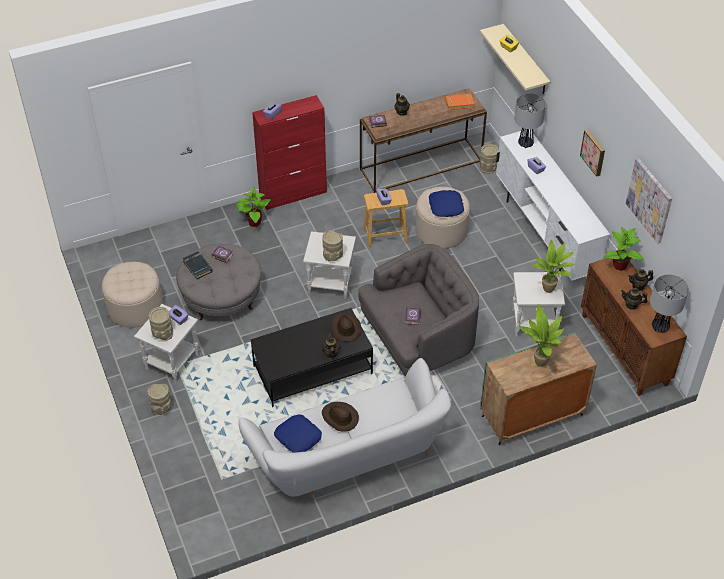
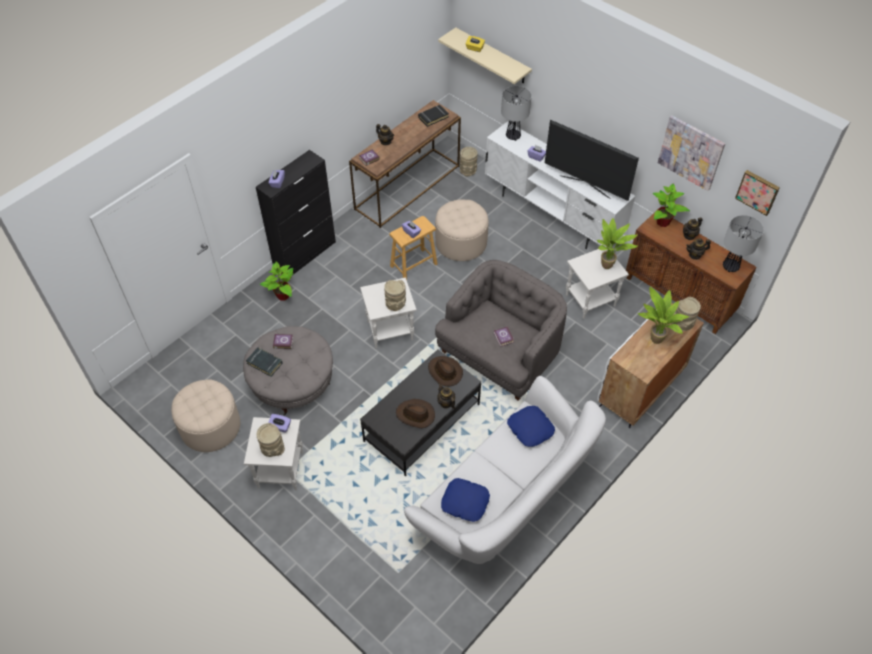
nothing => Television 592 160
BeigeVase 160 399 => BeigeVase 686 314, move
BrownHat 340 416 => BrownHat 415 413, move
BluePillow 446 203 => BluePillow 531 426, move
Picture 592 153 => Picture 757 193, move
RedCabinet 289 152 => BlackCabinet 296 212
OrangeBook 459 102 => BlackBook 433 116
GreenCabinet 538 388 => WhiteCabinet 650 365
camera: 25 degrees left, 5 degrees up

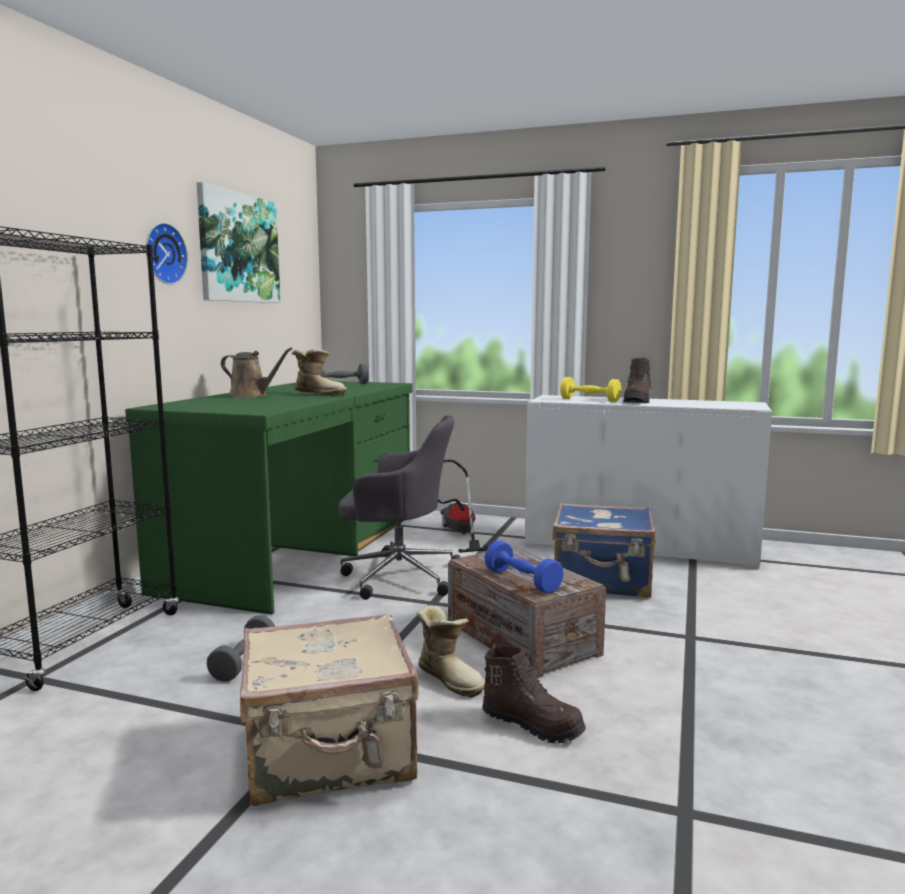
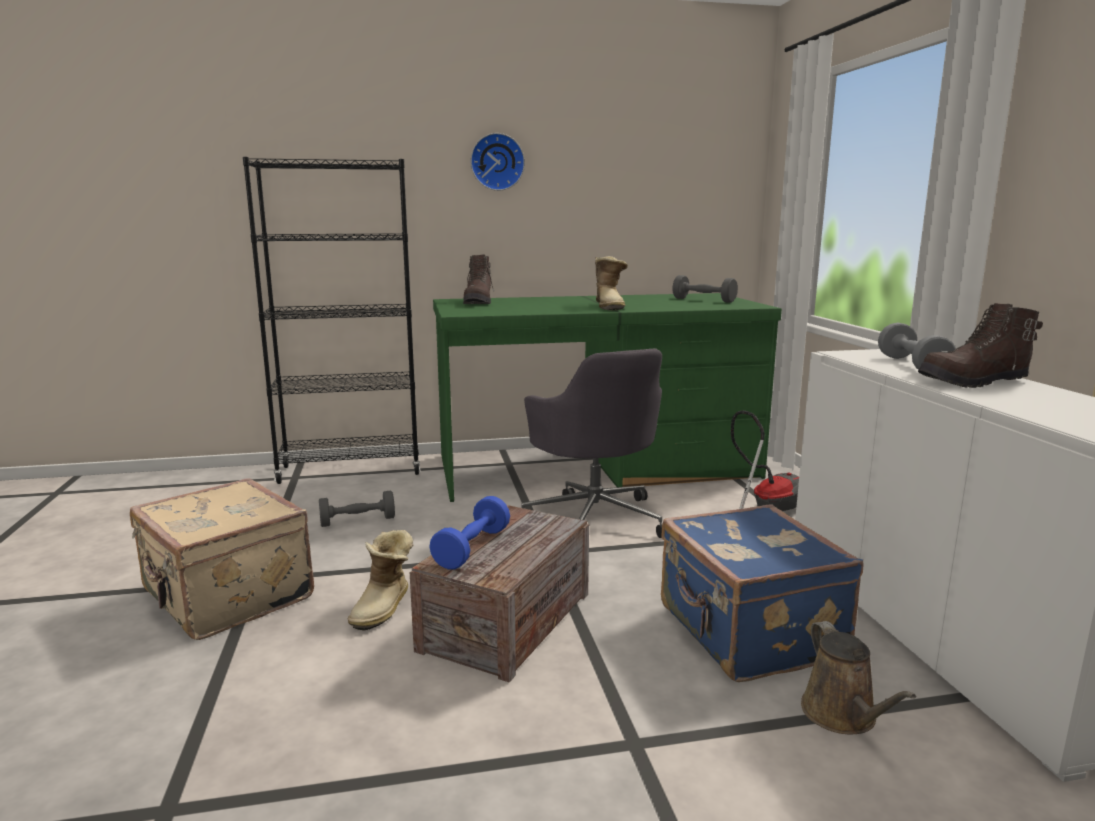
Picture 238 242 => nothing
BrownWateringCan 257 372 => BrownWateringCan 858 677, move
BrownBoot 534 694 => BrownBoot 478 279, move
YellowDumbbell 590 389 => GreyDumbbell 917 346
camera: 60 degrees right, 5 degrees up

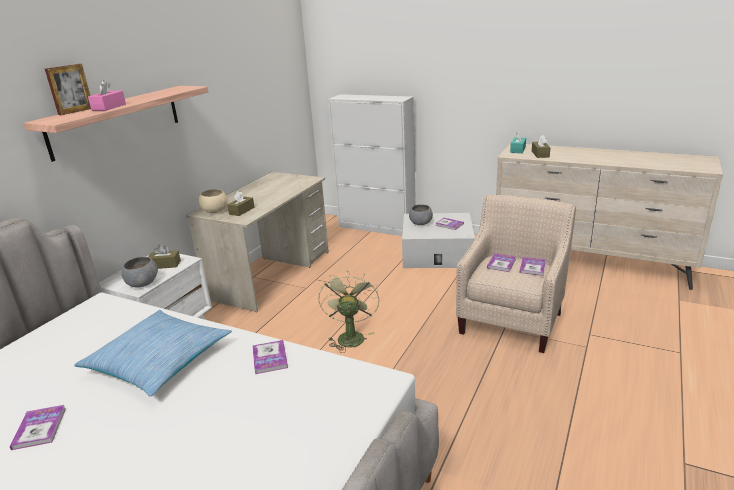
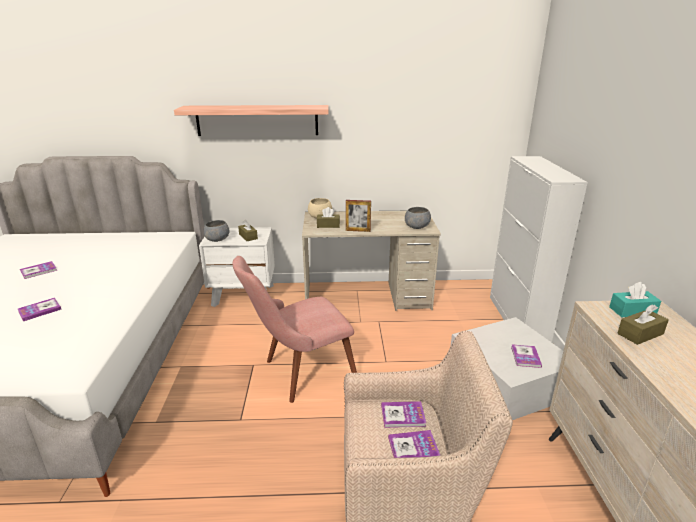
Pillow 153 353 => nothing
PinkTissueBox 107 95 => nothing
PictureFrame 68 89 => PictureFrame 358 216, move
Book 270 357 => Book 39 309, move
GreyBowl 421 215 => GreyBowl 418 218, move
GreenFan 348 311 => PinkChair 295 329
camera: 60 degrees right, 0 degrees up

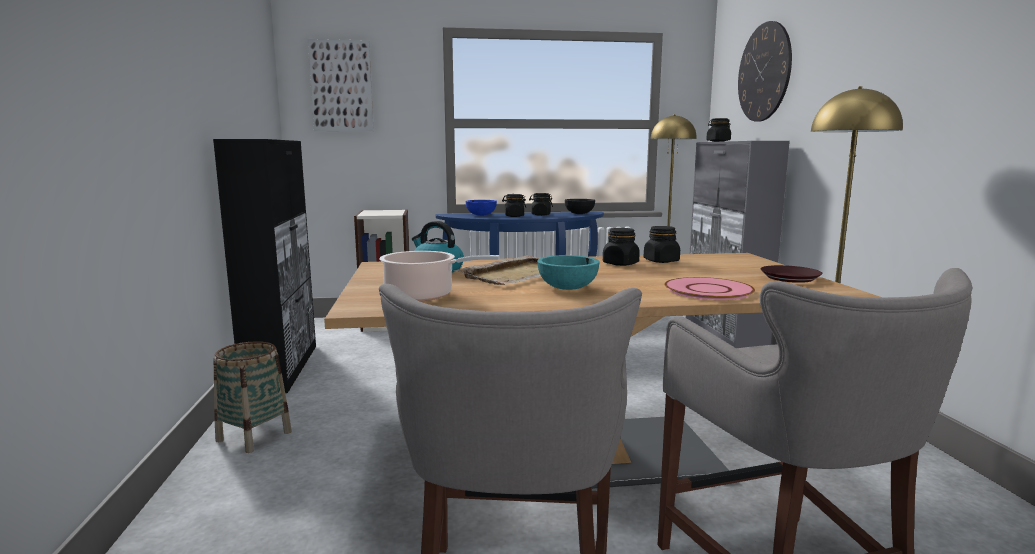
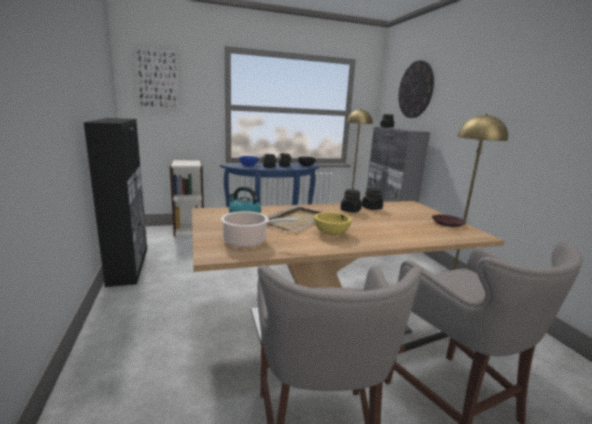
Basket 253 397 => nothing
PinkPlate 709 288 => nothing
TurquoiseBowl 568 272 => YellowBowl 333 223
camera: 10 degrees left, 5 degrees up

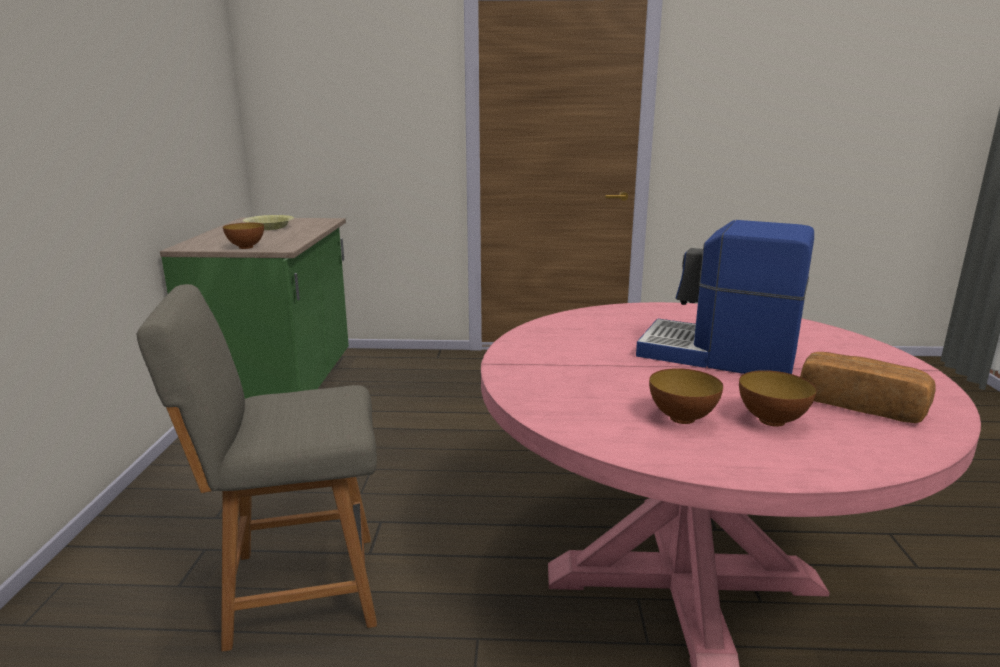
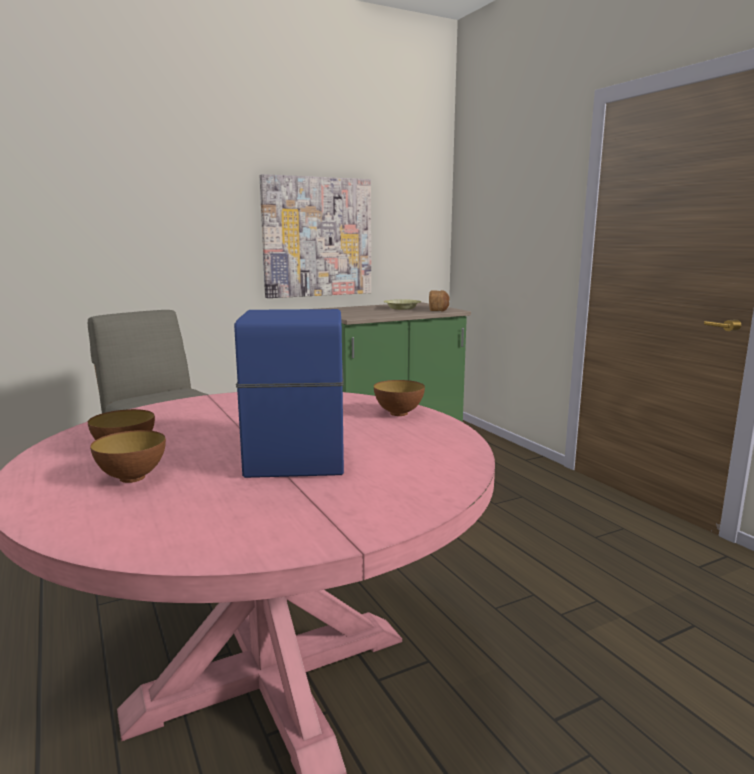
nothing => Picture 315 236
Bowl 243 236 => Bowl 399 398, move
Bread 868 387 => Bread 439 301, move
camera: 60 degrees right, 5 degrees down

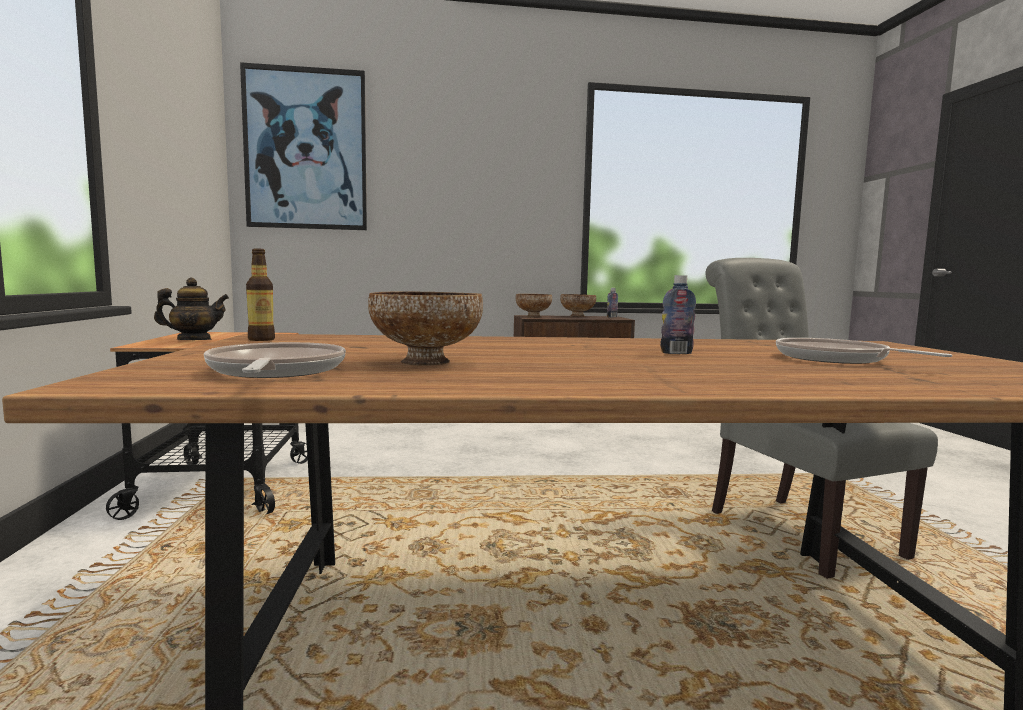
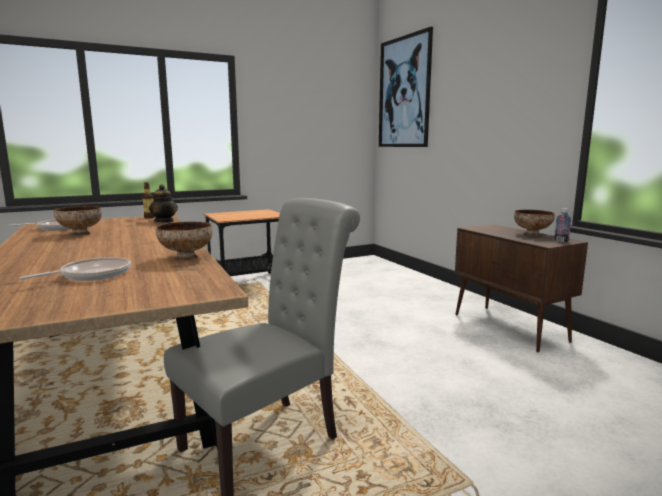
Bottle 678 314 => nothing
Teapot 191 309 => Teapot 163 203, move
Bowl 534 306 => Bowl 184 241, move
camera: 70 degrees right, 5 degrees up

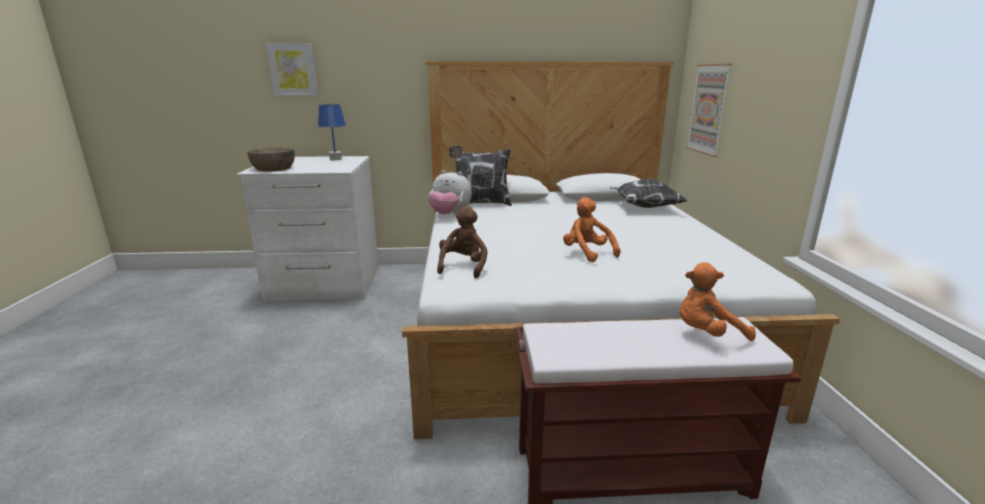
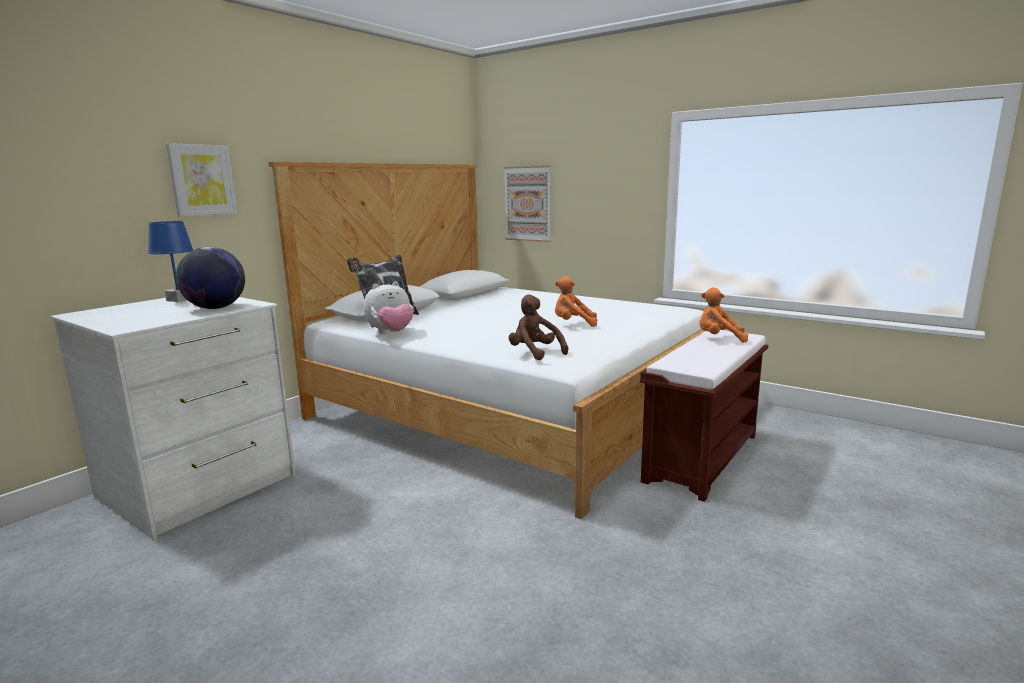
BrownBowl 271 159 => nothing
Pillow 649 193 => nothing
nothing => Globe 210 278
Picture 292 69 => Picture 201 180, move
OrangePlushToy 718 301 => OrangePlushToy 723 315, 75 degrees clockwise
camera: 50 degrees left, 5 degrees down

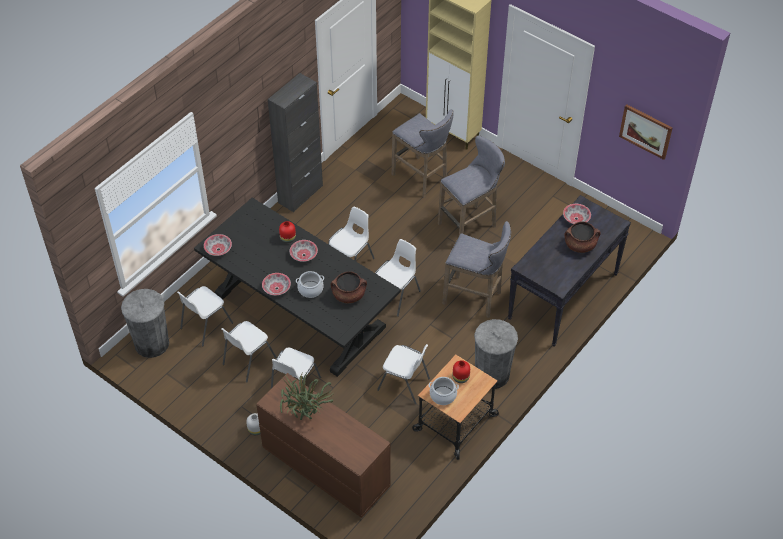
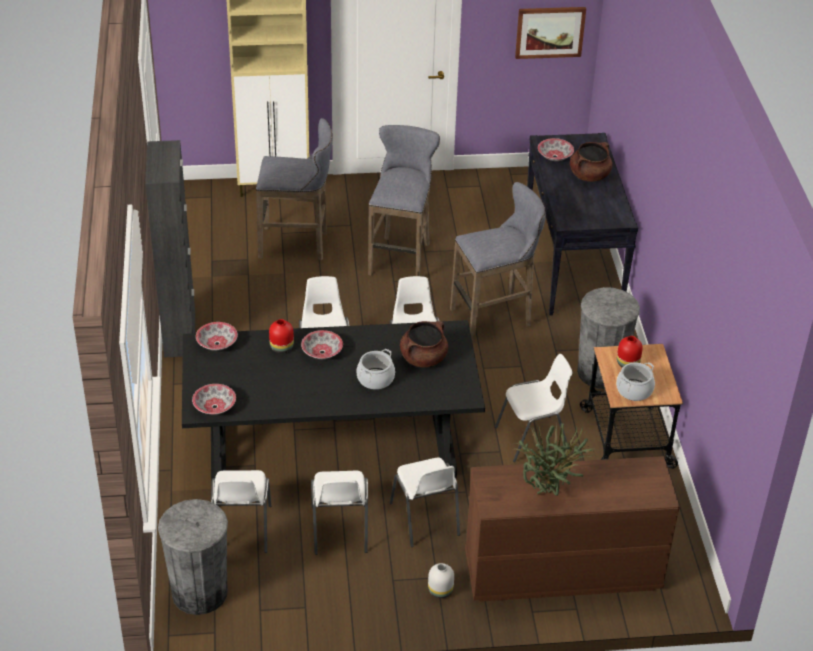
Bowl 276 284 => Bowl 217 336, move
camera: 45 degrees left, 10 degrees down

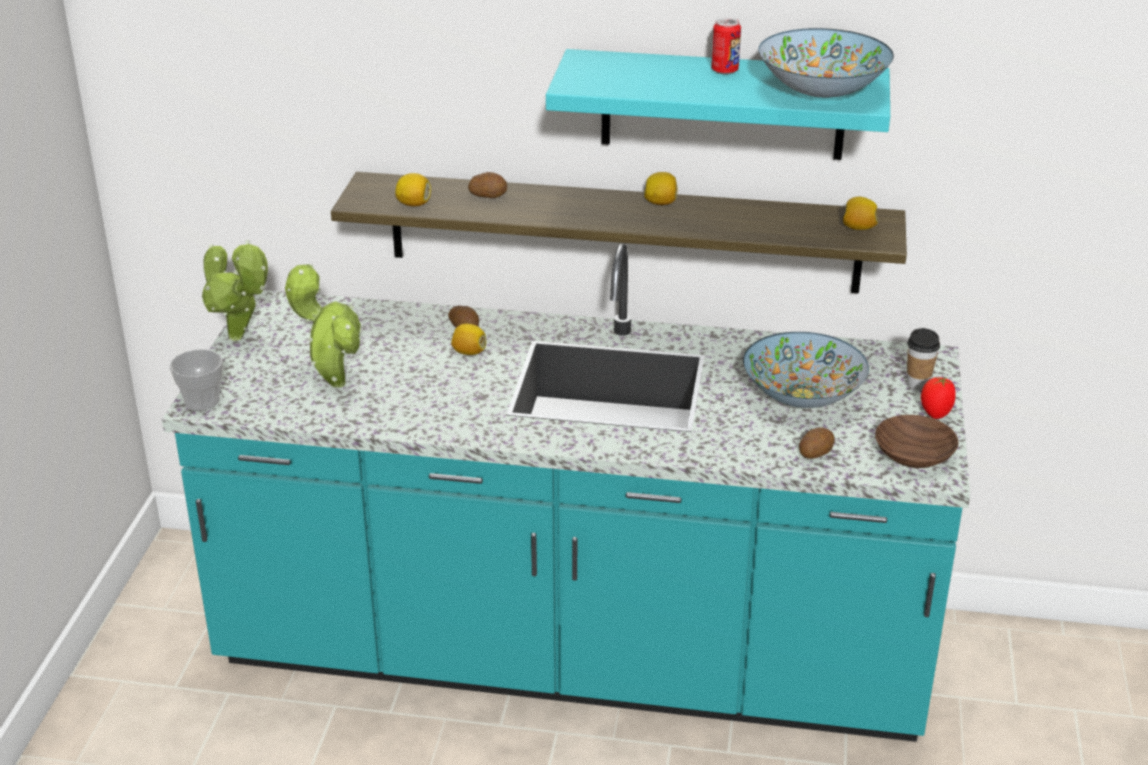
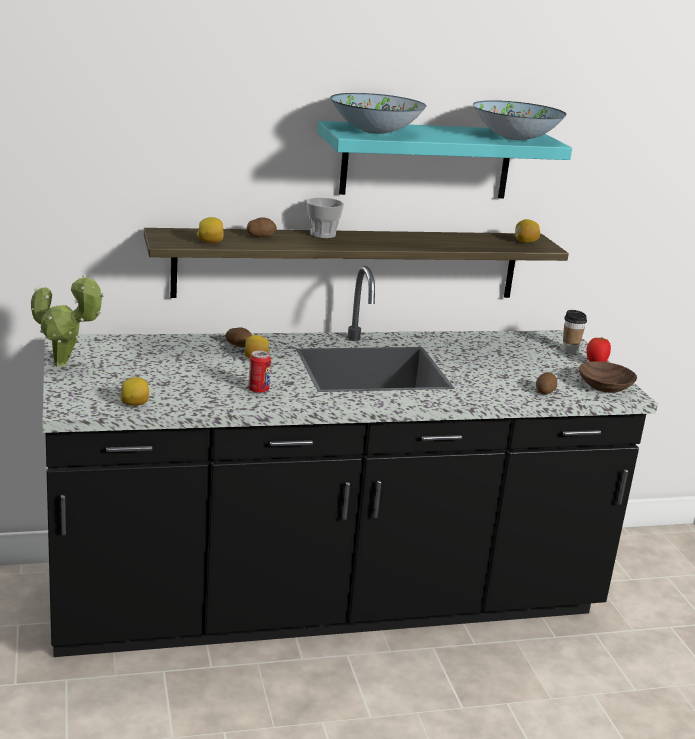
PottedPlant 323 326 => nothing
Cup 196 380 => Cup 325 218, move
Lemon 660 188 => Lemon 134 391, move
Can 726 46 => Can 259 372, move
Bowl 806 370 => Bowl 378 113, move
TurquoiseCounter 566 493 => BlackCounter 350 461
camera: 25 degrees left, 10 degrees down

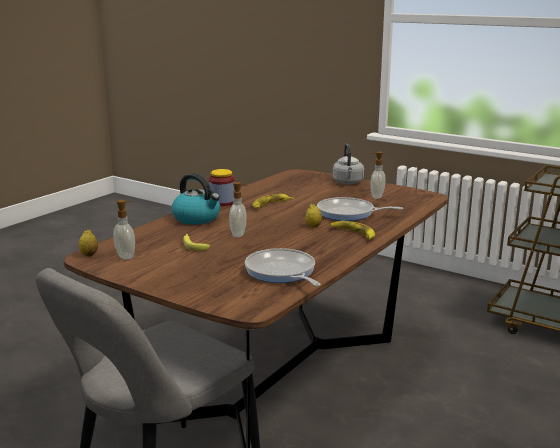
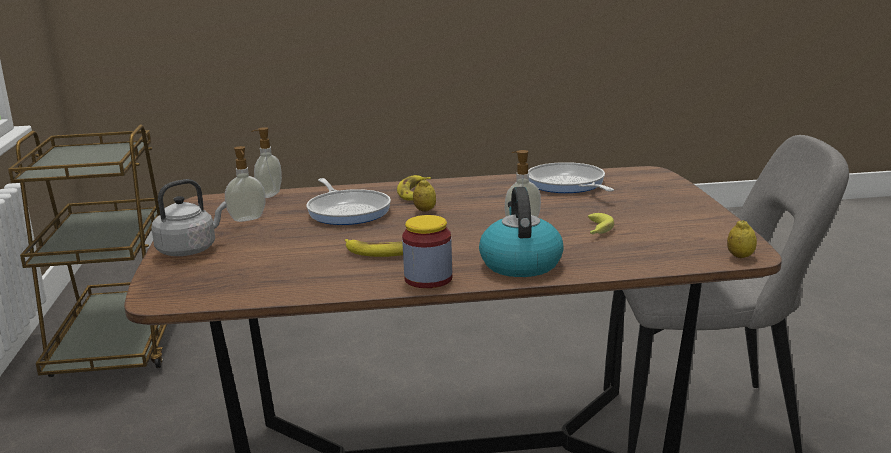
SoapDispenser 124 230 => SoapDispenser 267 162, move
FryingPan 283 267 => FryingPan 571 177, 135 degrees clockwise
camera: 130 degrees left, 0 degrees up

